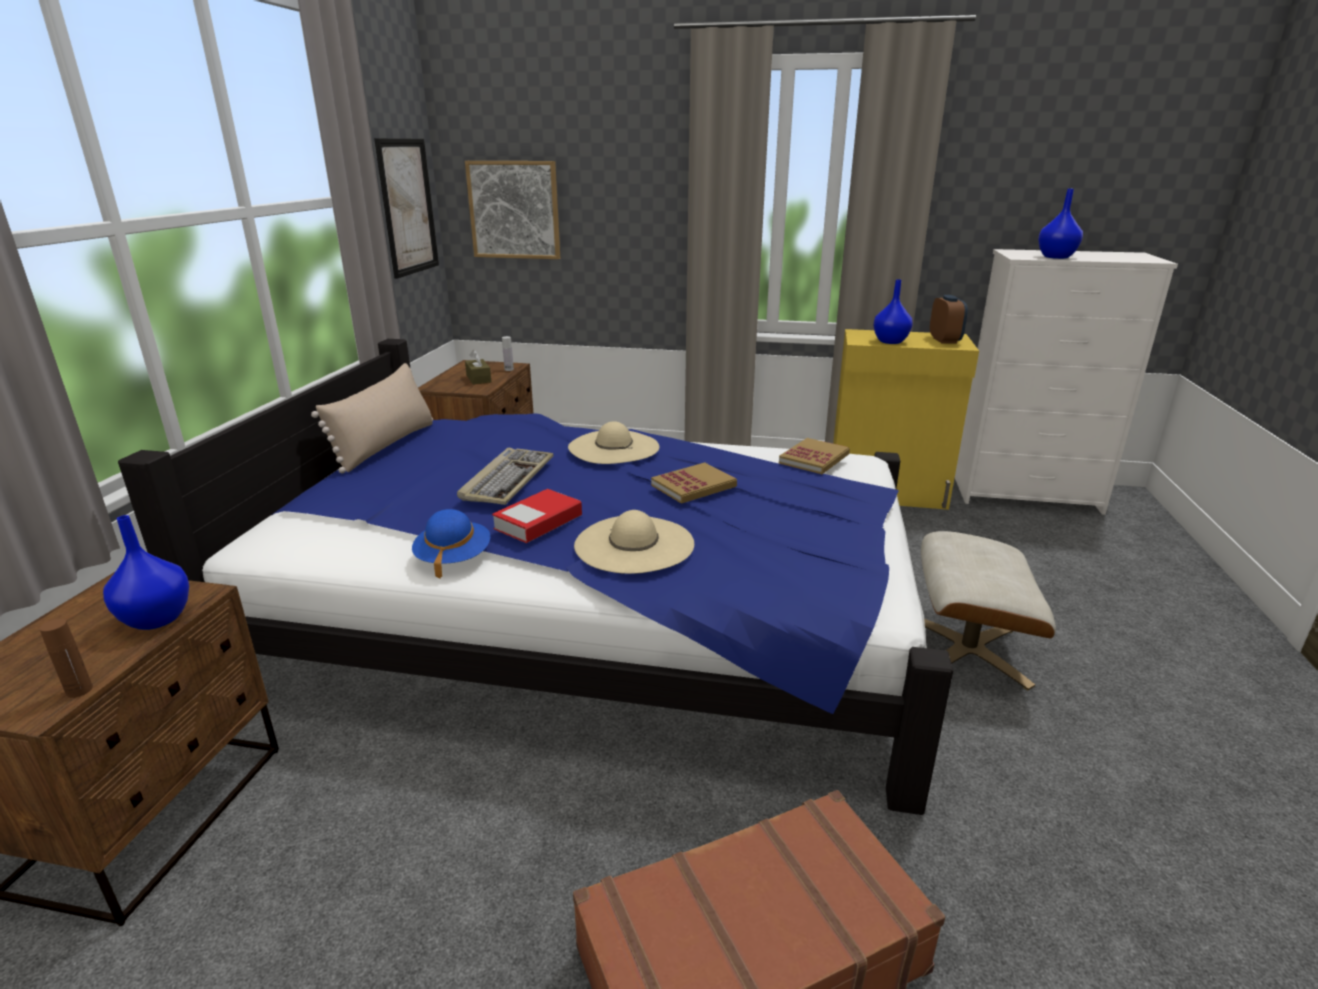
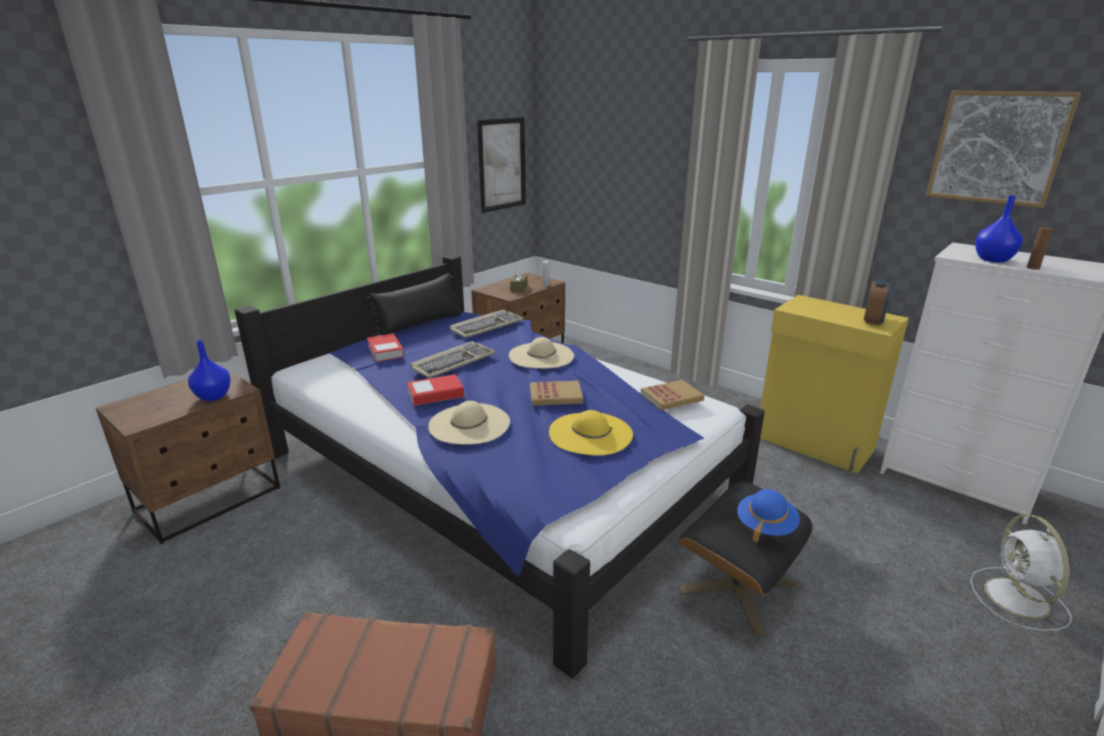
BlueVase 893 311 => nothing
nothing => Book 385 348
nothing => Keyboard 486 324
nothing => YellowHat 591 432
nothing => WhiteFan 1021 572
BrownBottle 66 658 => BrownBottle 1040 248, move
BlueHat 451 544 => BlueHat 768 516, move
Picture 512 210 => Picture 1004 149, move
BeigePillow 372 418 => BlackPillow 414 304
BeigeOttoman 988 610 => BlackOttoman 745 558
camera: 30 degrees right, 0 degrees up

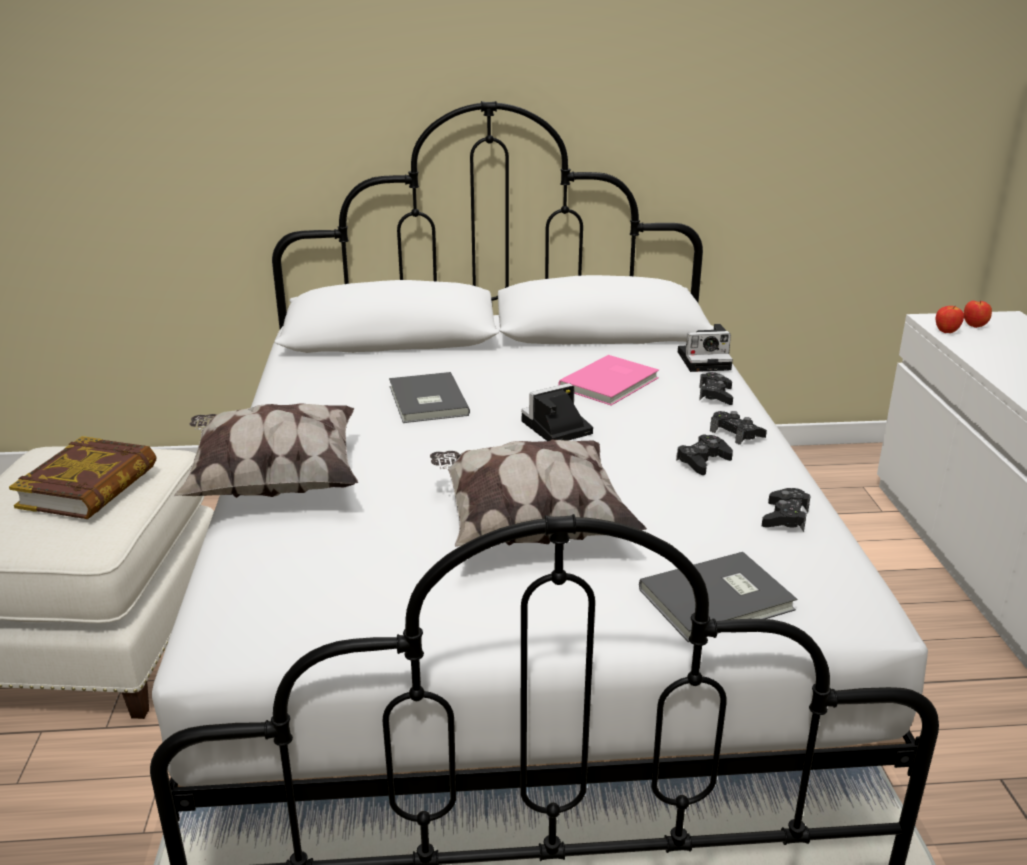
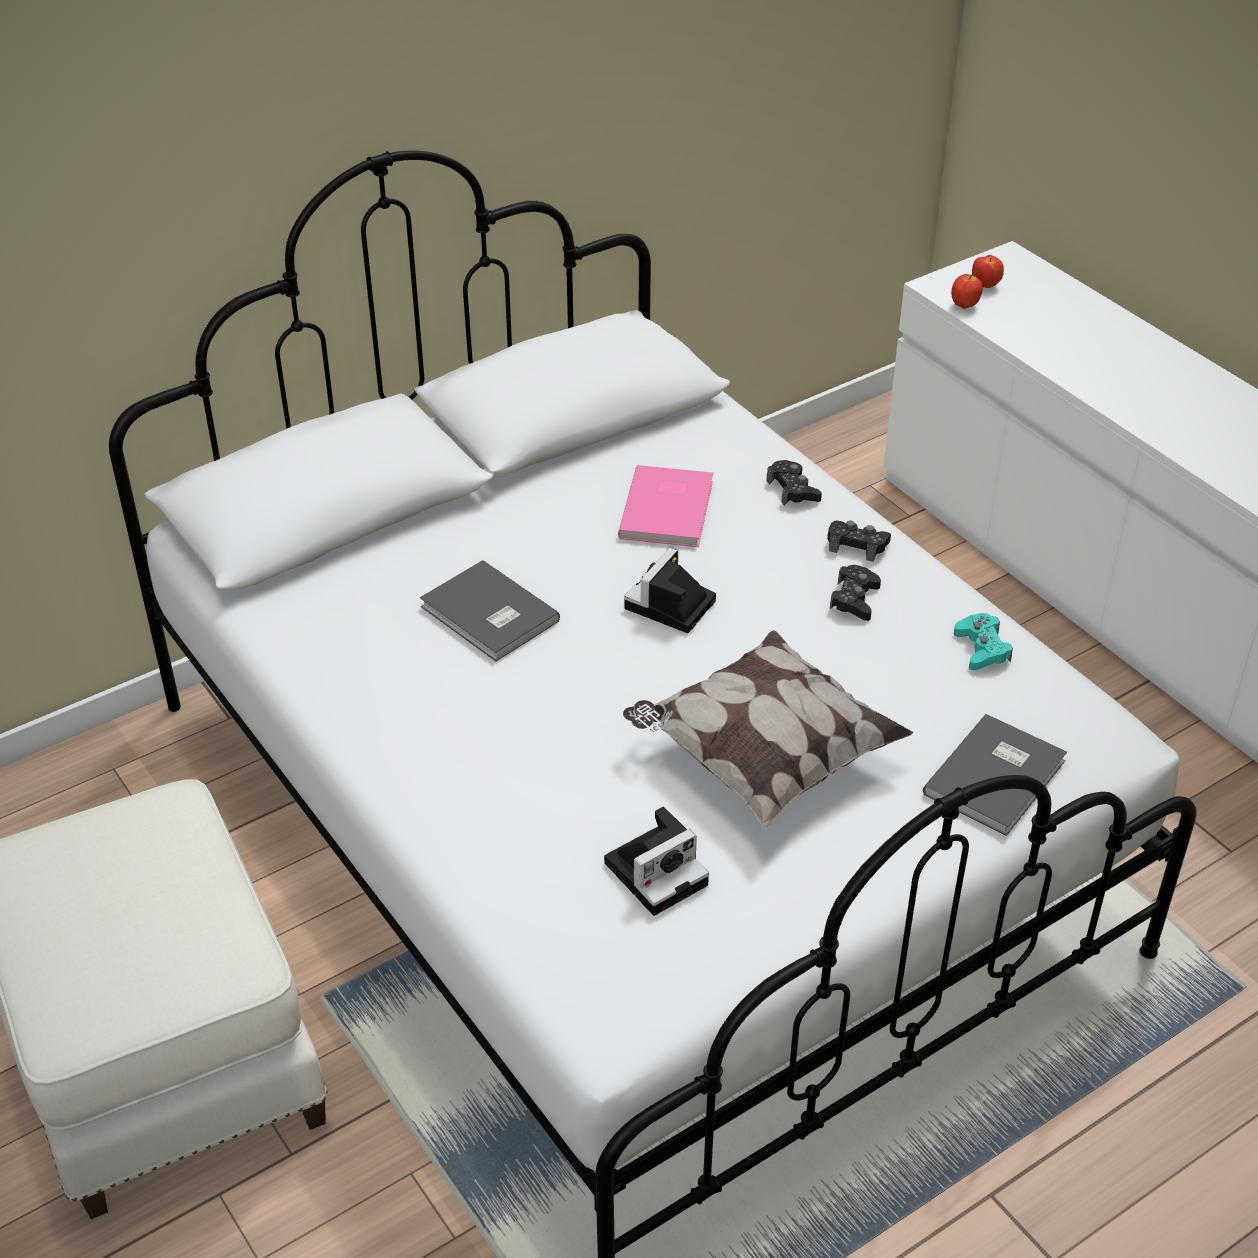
Book 83 477 => nothing
Pillow 266 450 => nothing
PhotoCamera 705 348 => PhotoCamera 656 861, move
BlackGameController 786 510 => TurquoiseGameController 983 641
camera: 30 degrees left, 15 degrees up

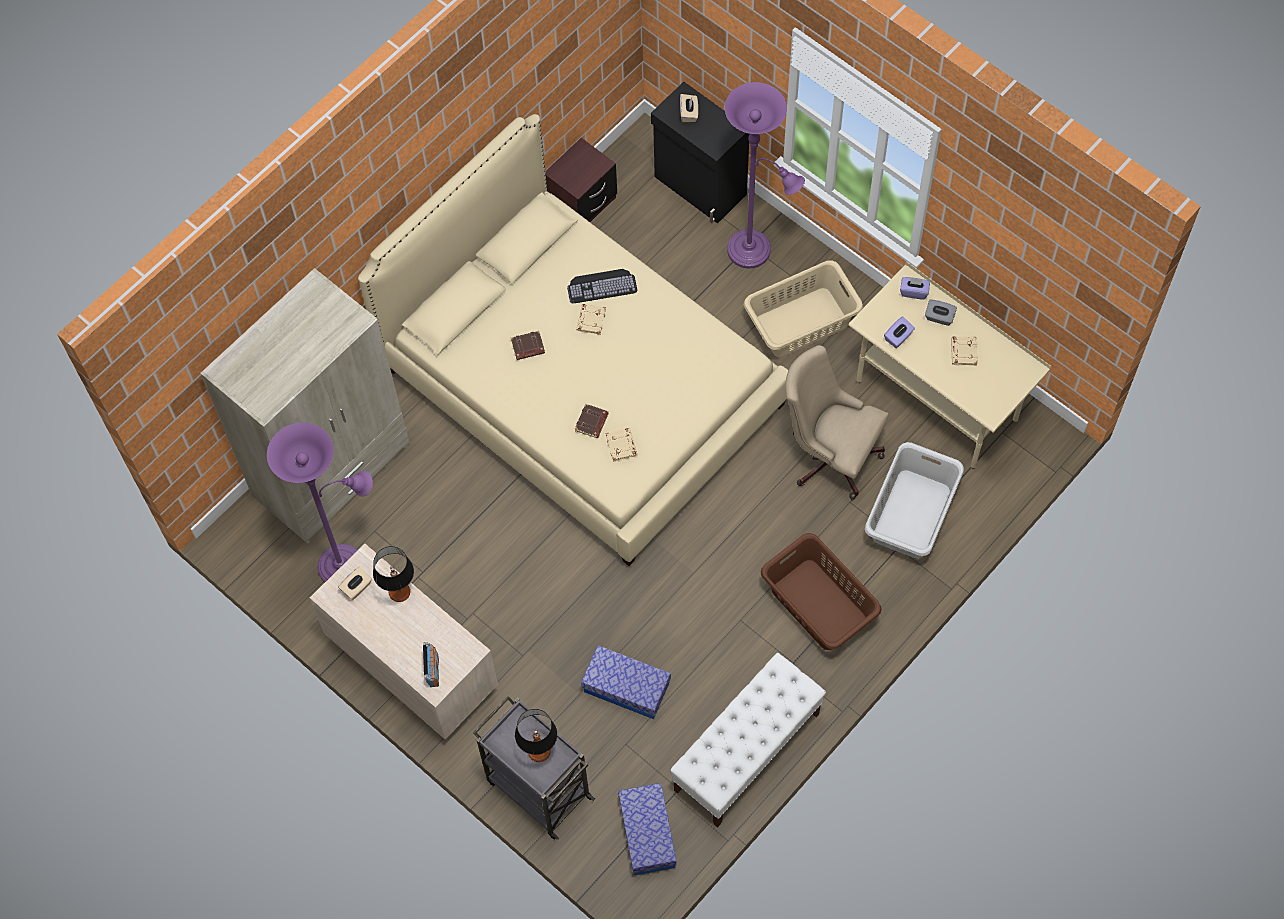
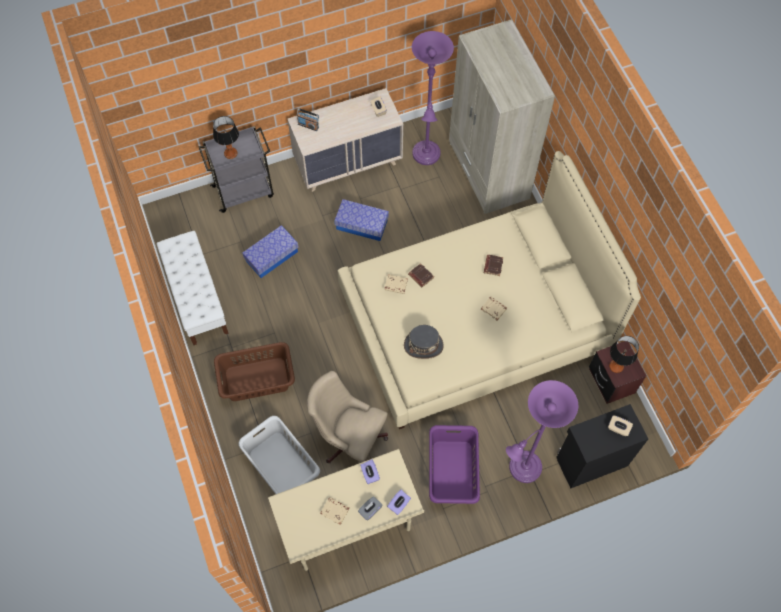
Keyboard 602 286 => nothing
nothing => GreyHat 424 342
TableLamp 393 574 => TableLamp 624 354, move
StorageBox 647 829 => StorageBox 361 220, move
BeigeLaundryBasket 803 308 => PurpleLaundryBasket 454 464
BeigeOfficeChair 837 422 => BeigeOfficeChair 347 417, 120 degrees counterclockwise
camera: 115 degrees right, 0 degrees up

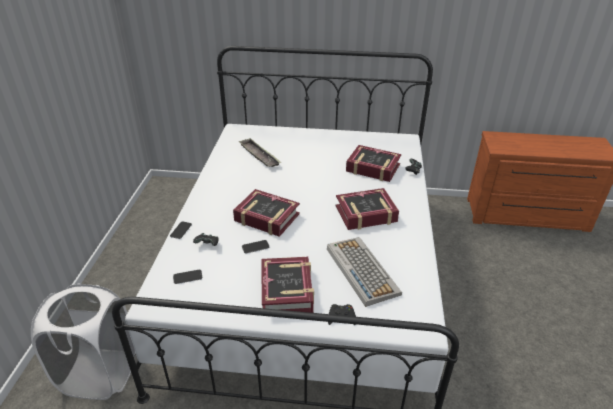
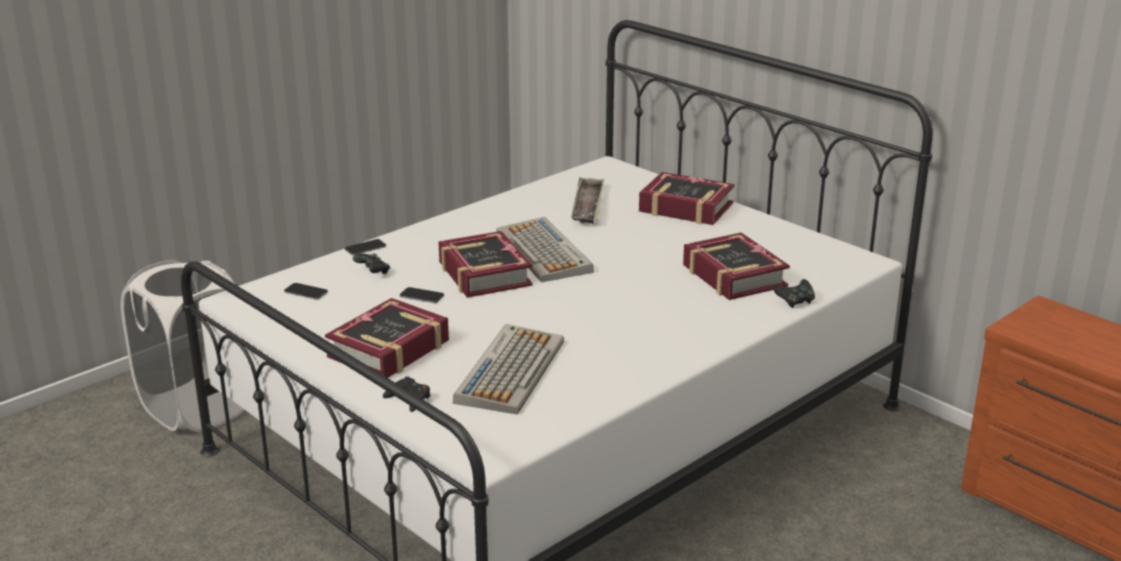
nothing => Keyboard 545 249
Book 367 209 => Book 686 198, move
camera: 40 degrees right, 10 degrees down

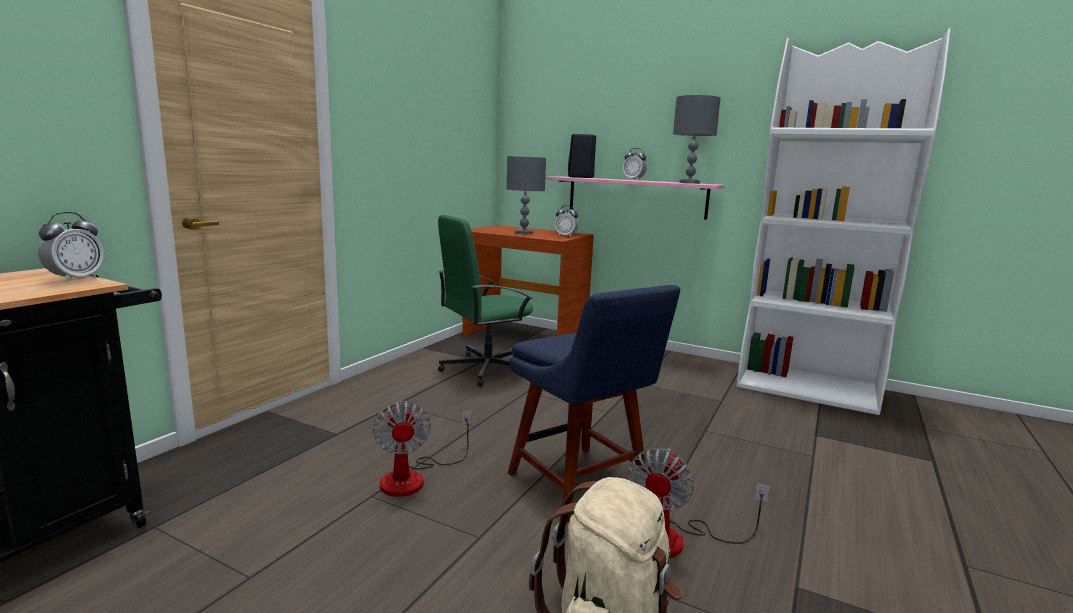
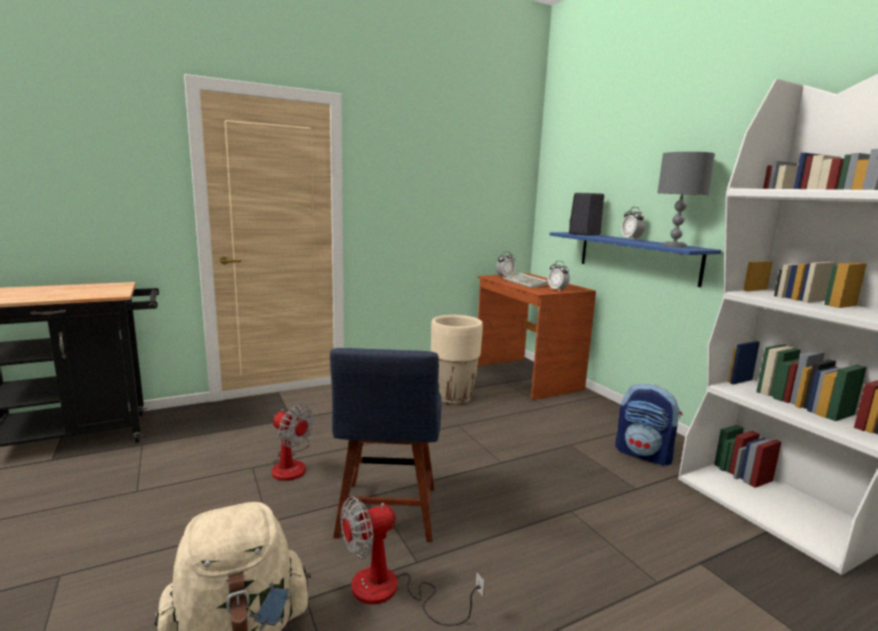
nothing => Backpack 648 425
AlarmClock 71 247 => AlarmClock 505 264, move
GreenOfficeChair 485 301 => BeigePlanter 457 360
GreyTableLamp 526 195 => Keyboard 526 280
PinkShelf 635 198 => BlueShelf 635 259
Fan 421 449 => Fan 293 443, 75 degrees counterclockwise
camera: 35 degrees right, 0 degrees up

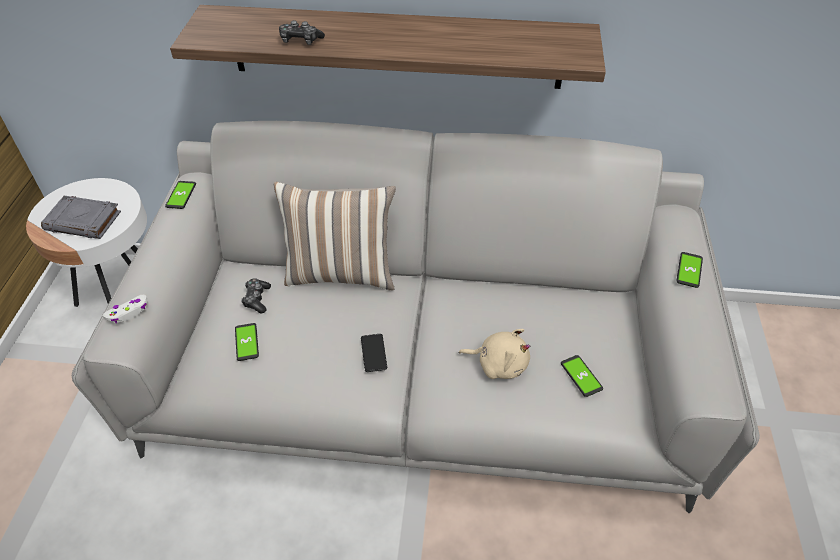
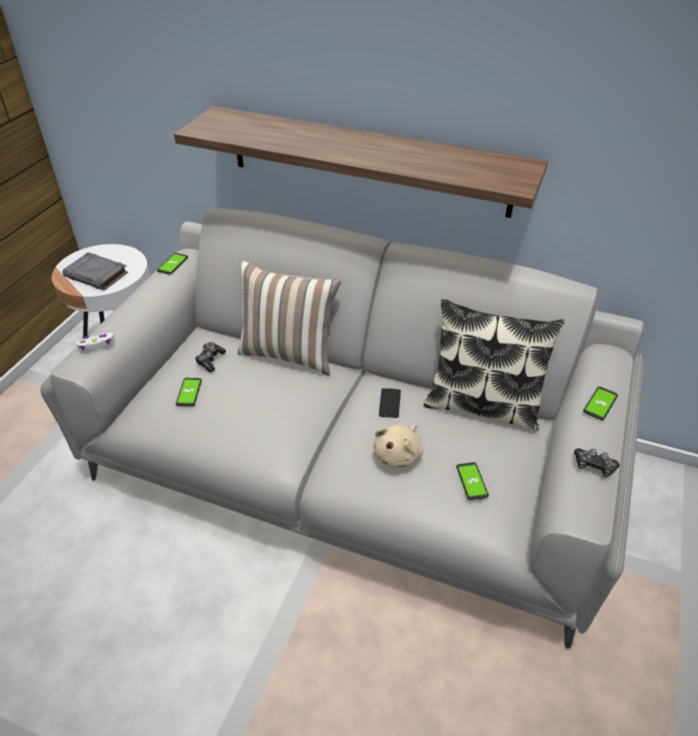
nothing => Pillow 494 365
GameController 302 32 => GameController 597 462, move
Phone 374 353 => Phone 390 403, move
BeigePlushToy 494 354 => BeigePlushToy 398 446, 90 degrees clockwise
camera: 15 degrees right, 5 degrees down

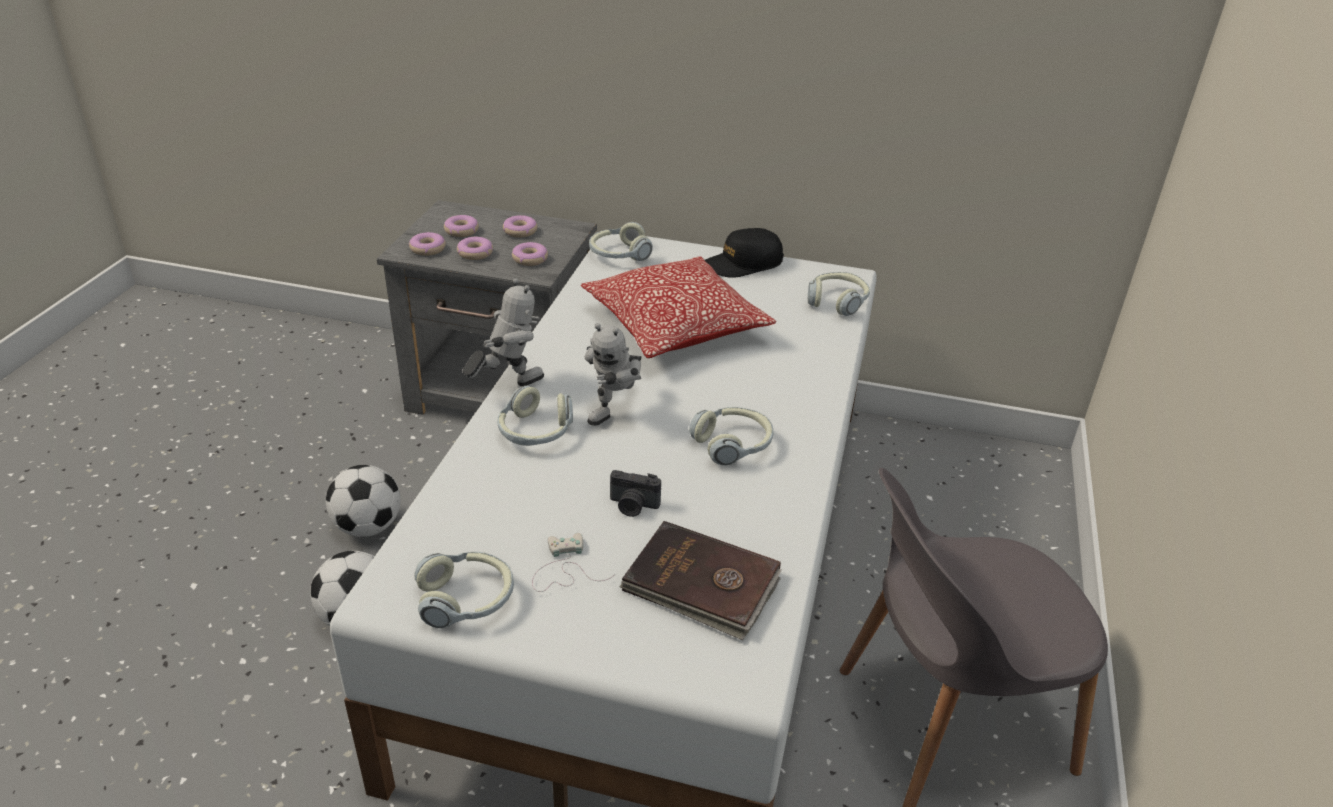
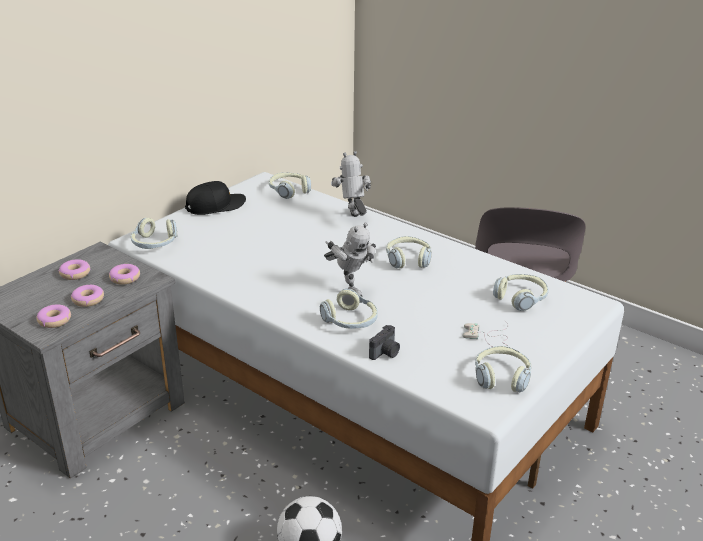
Football 363 501 => nothing
Donut 461 226 => nothing
Pillow 678 307 => nothing
ToyRobot 503 332 => ToyRobot 351 184, move
PhotoCamera 635 493 => PhotoCamera 384 342, move
BrownBook 700 580 => Headphones 521 292
BlackCap 744 253 => BlackCap 215 198, 120 degrees counterclockwise
camera: 65 degrees left, 5 degrees down

